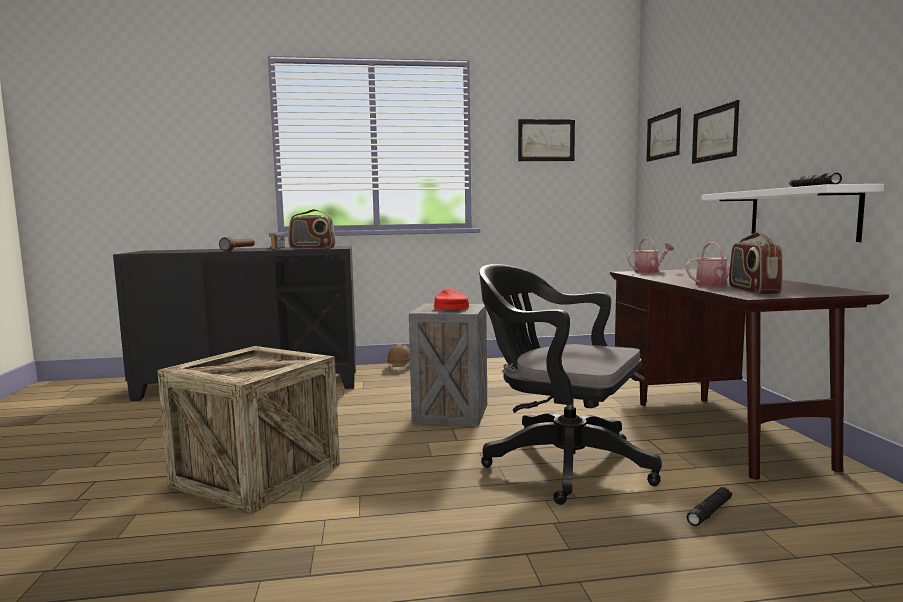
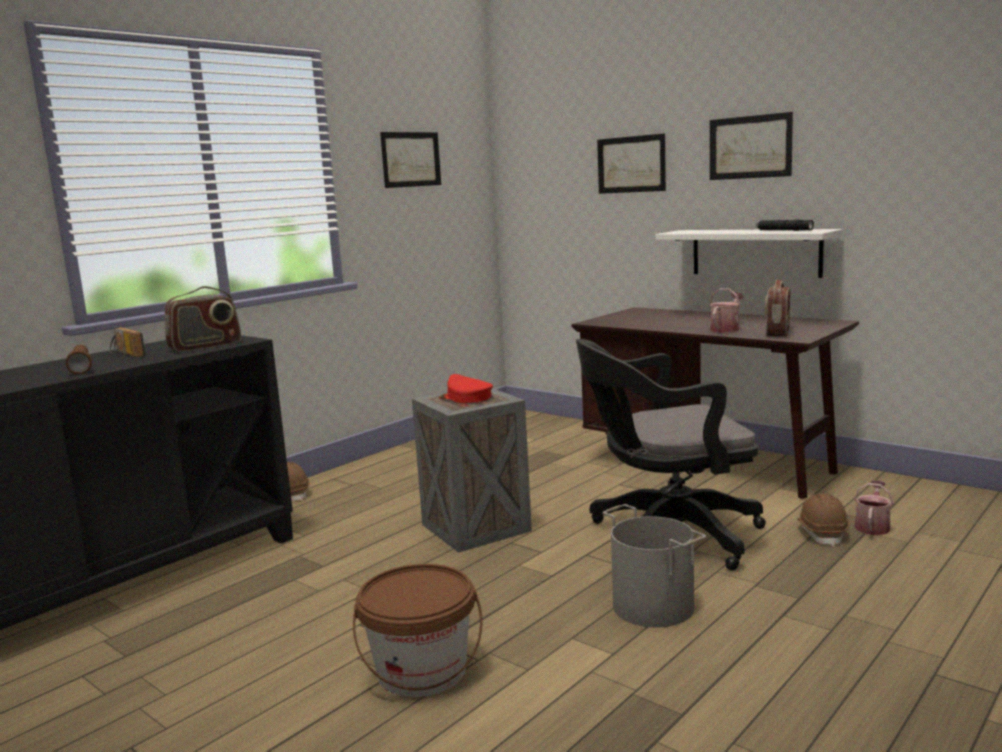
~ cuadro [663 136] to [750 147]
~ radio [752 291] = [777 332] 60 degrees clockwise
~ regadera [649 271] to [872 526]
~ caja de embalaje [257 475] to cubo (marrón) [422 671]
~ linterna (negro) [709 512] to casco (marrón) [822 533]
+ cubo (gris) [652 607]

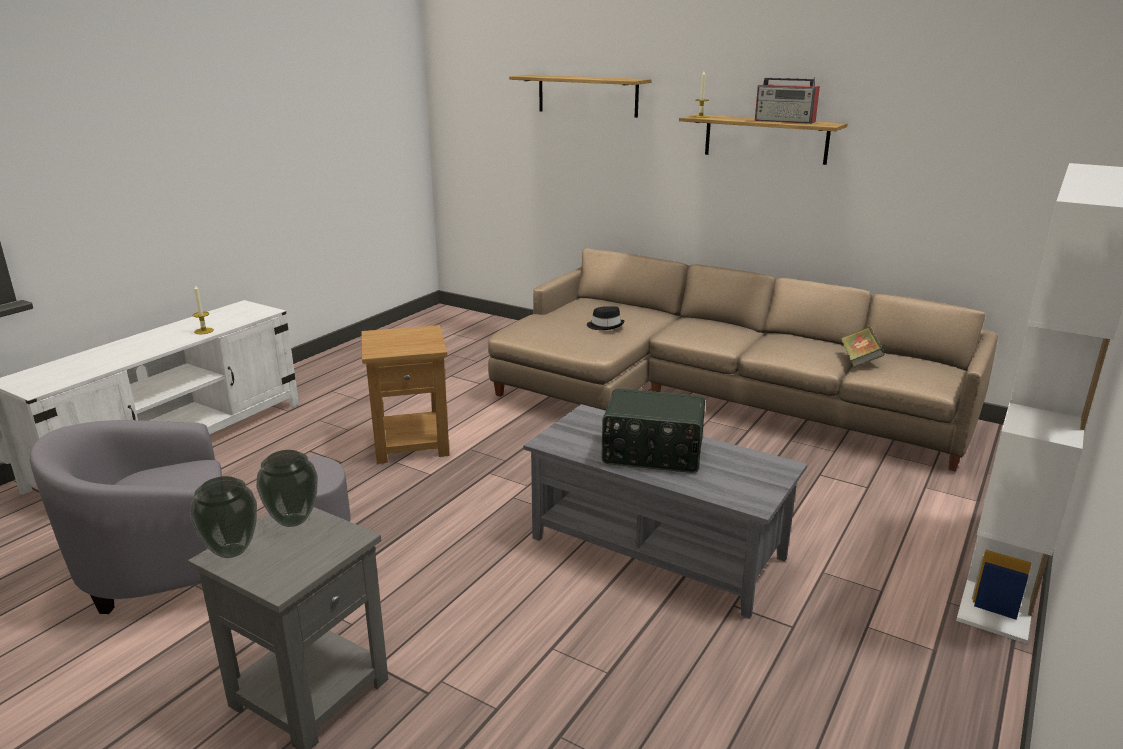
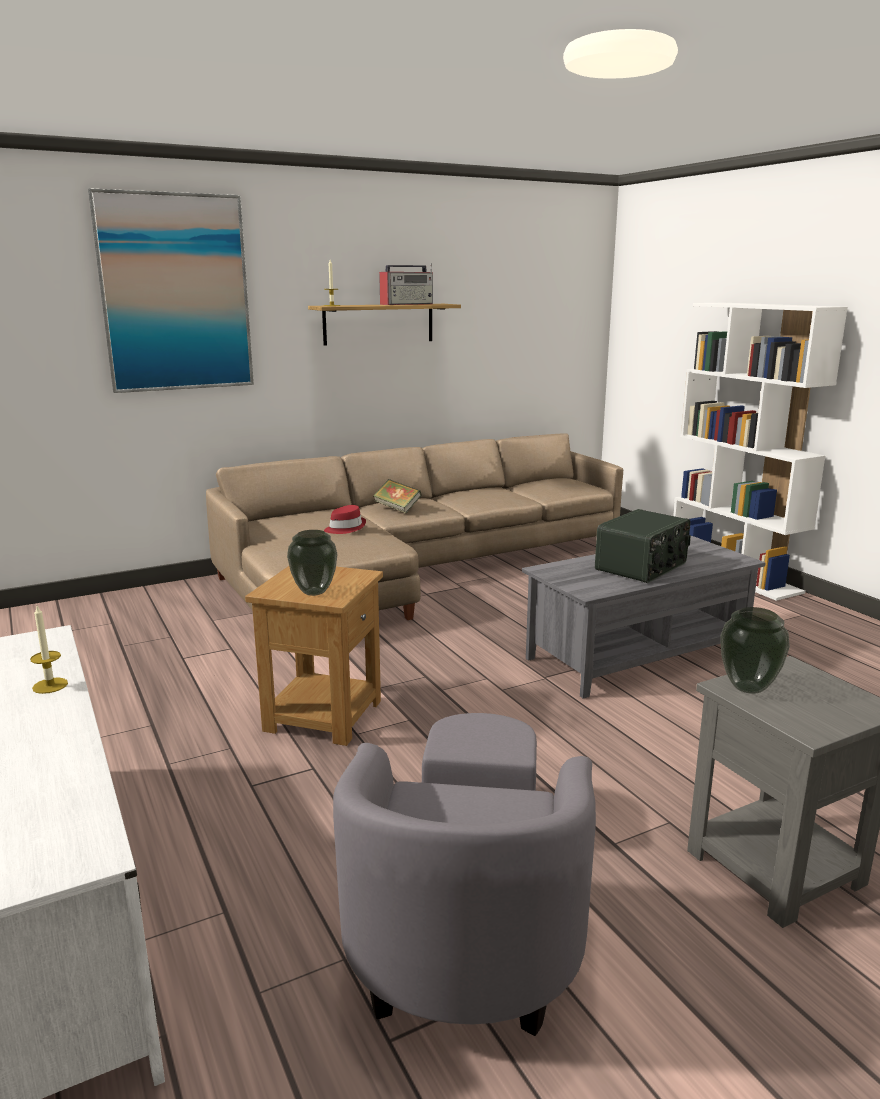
~ estante [587 95] to cuadro [176 293]
~ sombrero (negro) [605 326] to sombrero (rojo) [345 528]
~ libro [859 360] to [397 508]
~ florero [232 550] to [313 592]

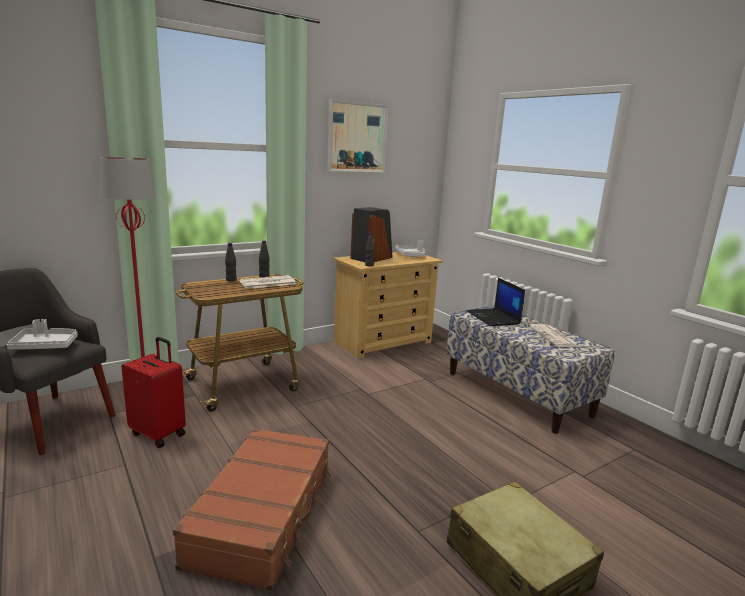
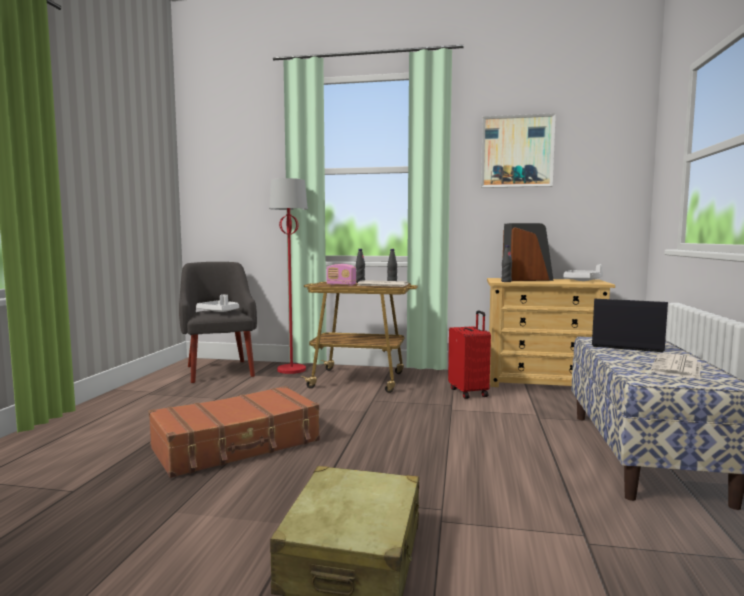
~ portátil [493 318] = [625 345] 90 degrees clockwise
~ maleta (rojo) [159 433] to [469 392]
+ radio [341 285]

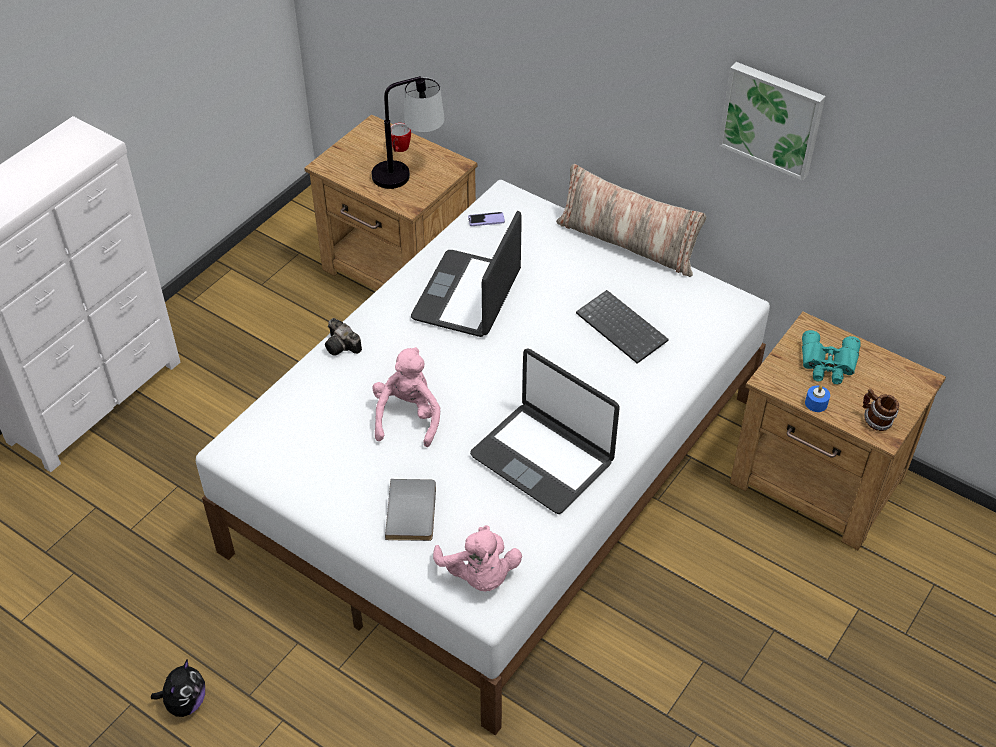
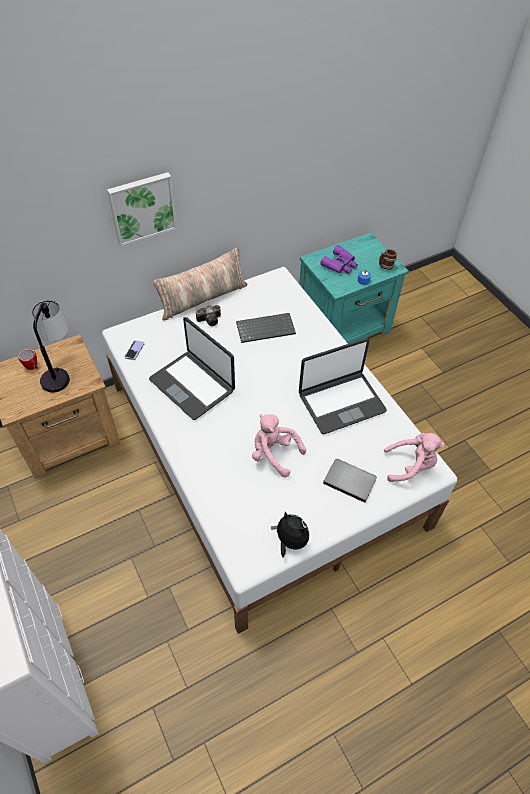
~ cuadro [772 118] to [142 208]
~ mesita de noche (marrón) [819 482] to mesita de noche (turquesa) [344 325]
~ cámara [343 346] to [210 319]
~ prismáticos (turquesa) [828 364] to prismáticos (morado) [340 264]
~ peluche [185 703] to [290 541]

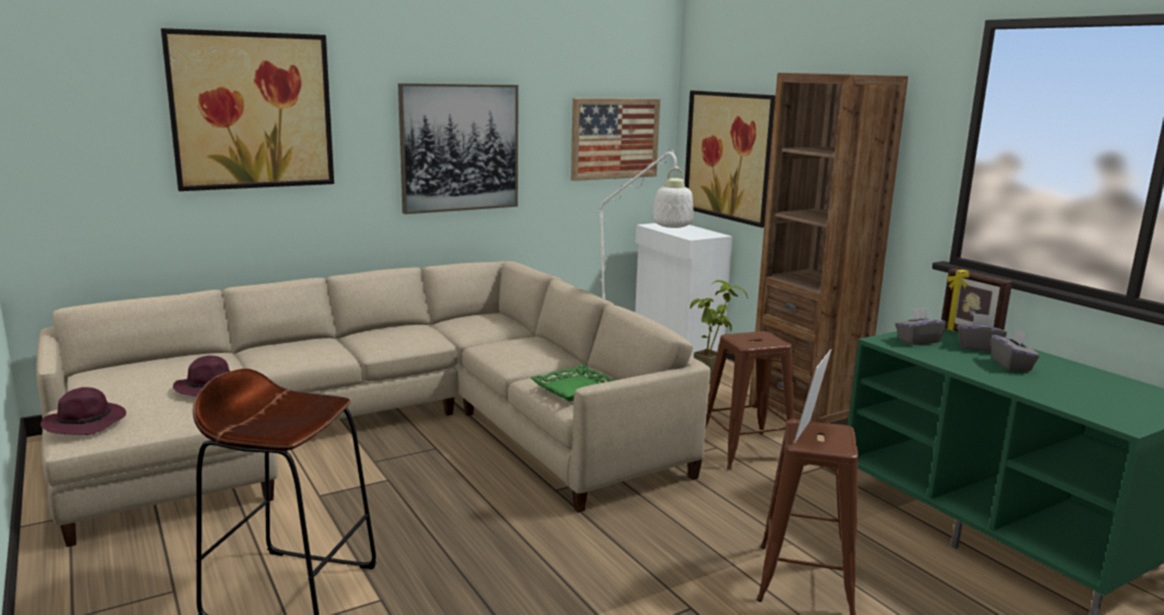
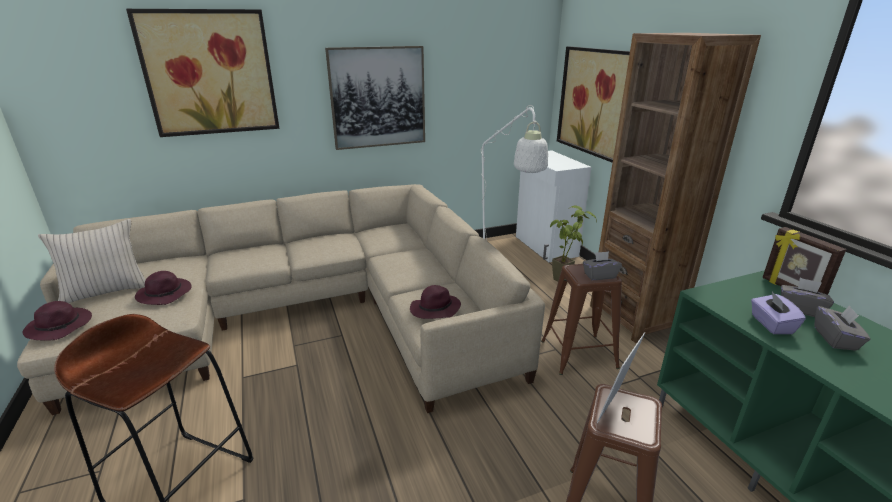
- cuadro [615 138]
~ caja de pañuelos (gris) [917 341] to [599 275]
~ bandeja (verde) [575 388] to sombrero (morado) [434 310]
+ cojín (beis) [106 291]
+ caja de pañuelos (morado) [771 324]

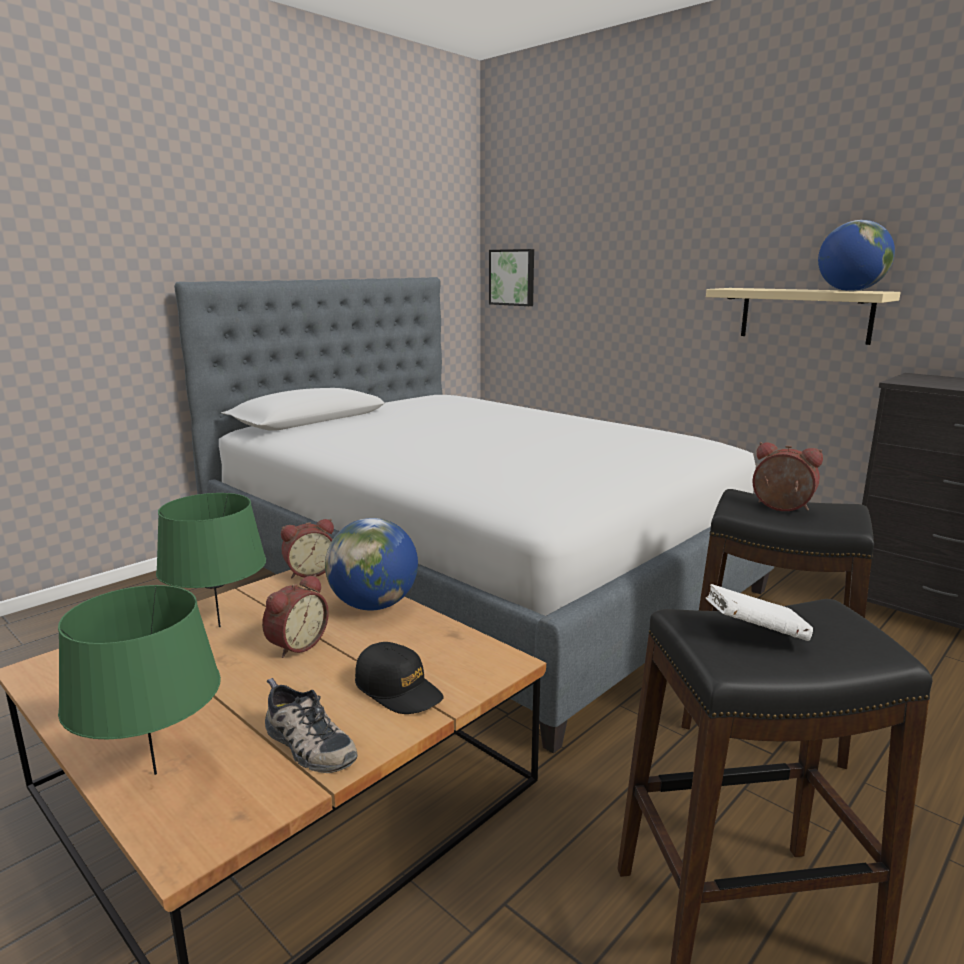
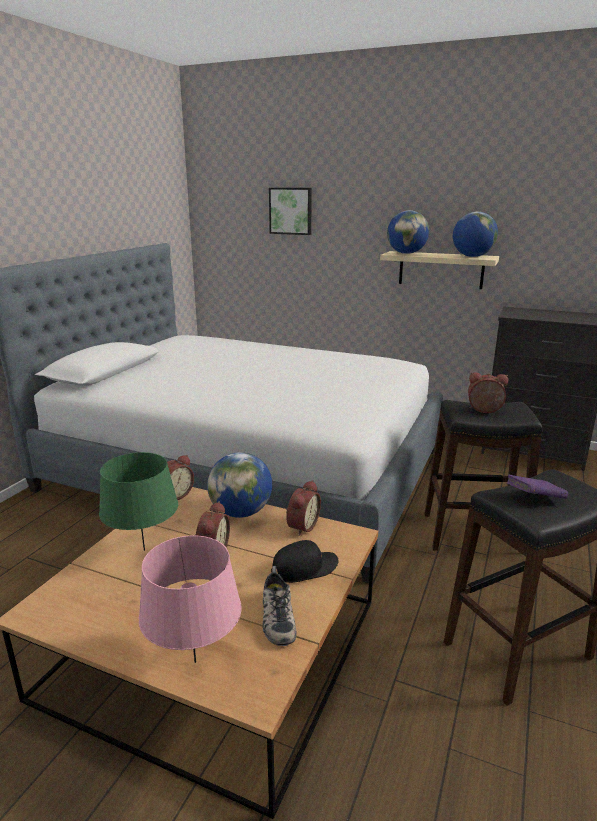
~ cuadro [513 277] to [291 211]
~ libro (blanco) [754 634] to libro (morado) [534 498]
~ lámpara de mesa (verde) [155 774] to lámpara de mesa (rosa) [195 662]
~ gorra (negro) [398 690] = [305 568] 45 degrees counterclockwise
~ zapato [306 744] = [276 617] 60 degrees clockwise
+ globo terráqueo [406 253]
+ despertador [301 526]

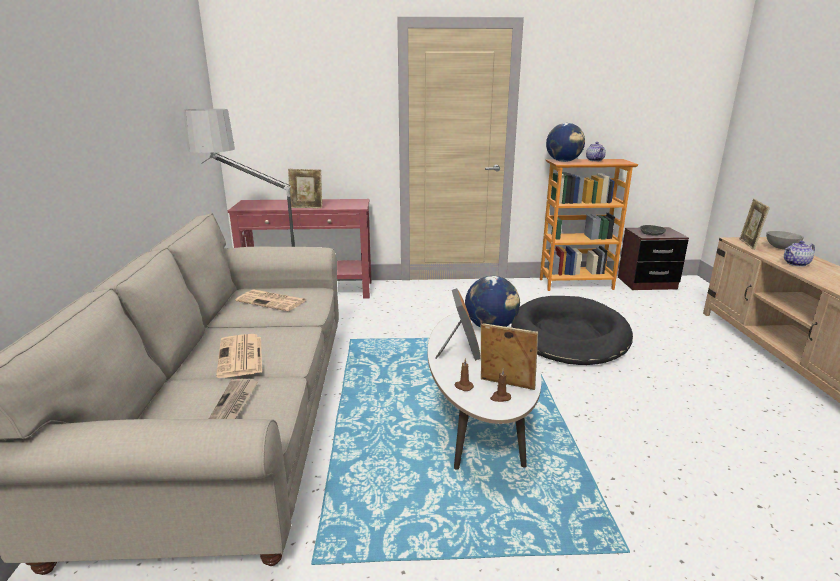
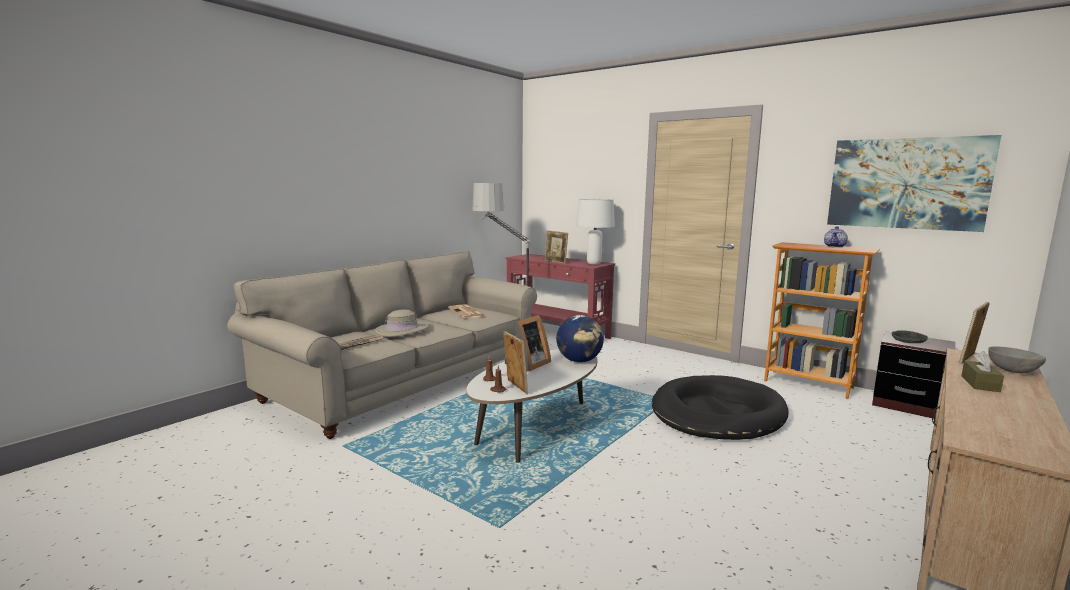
- globo terráqueo [563 161]
~ tetera [796 264] to caja de pañuelos (marrón) [980 384]
~ periódico [241 356] to sombrero (beis) [402 330]
+ cuadro [906 183]
+ lámpara de mesa (blanco) [593 263]

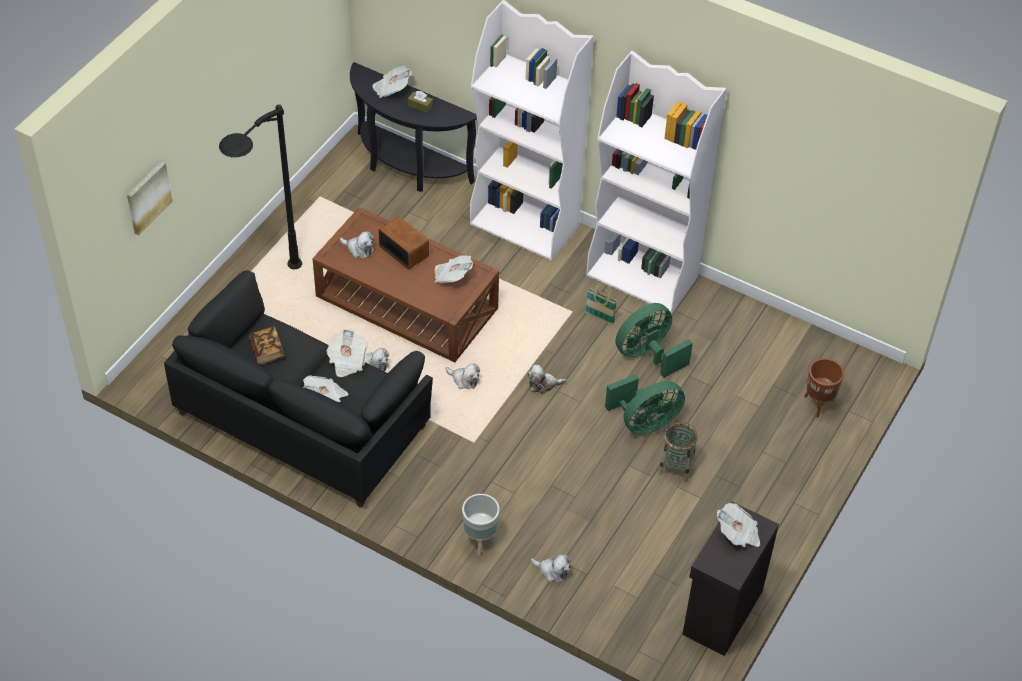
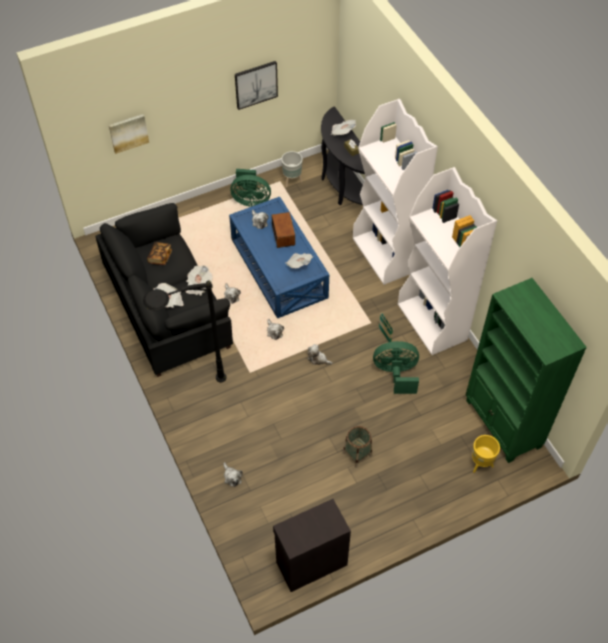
~ lámpara de pie (negro) [267 294] to [189 390]
~ mesa de centro (marrón) [406 303] to mesa de centro (azul) [278 268]
~ maceta (marrón) [819 404] to maceta (amarillo) [481 464]
~ ventilador (verde) [644 422] to [250 200]
~ maceta (gris) [479 540] to [291 181]
- periódico [738 534]
+ cuadro [256 84]
+ estantería (verde) [502 424]

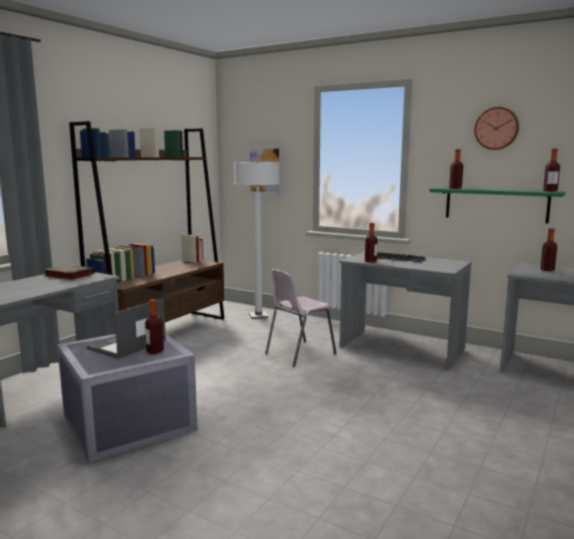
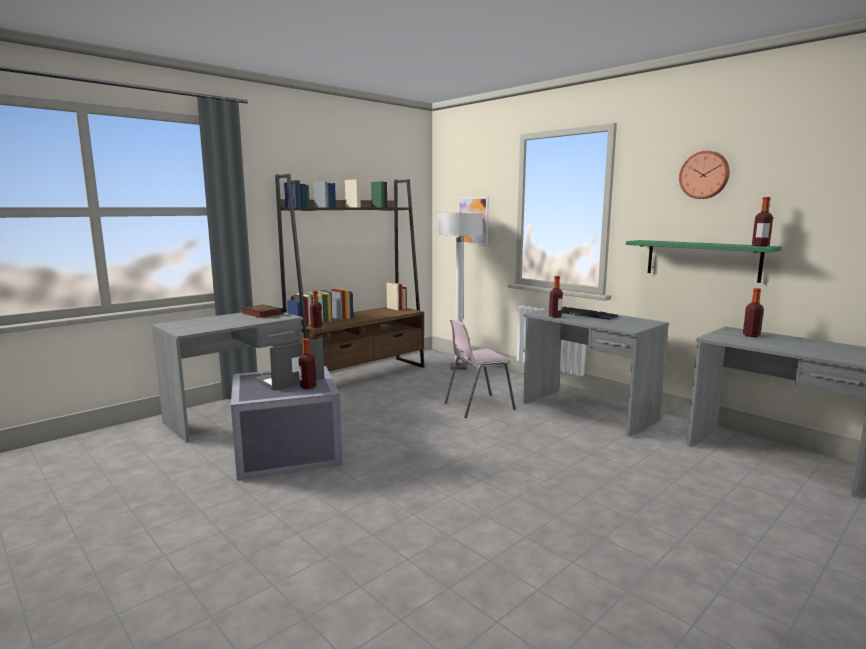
~ botella [455 188] to [316 327]

